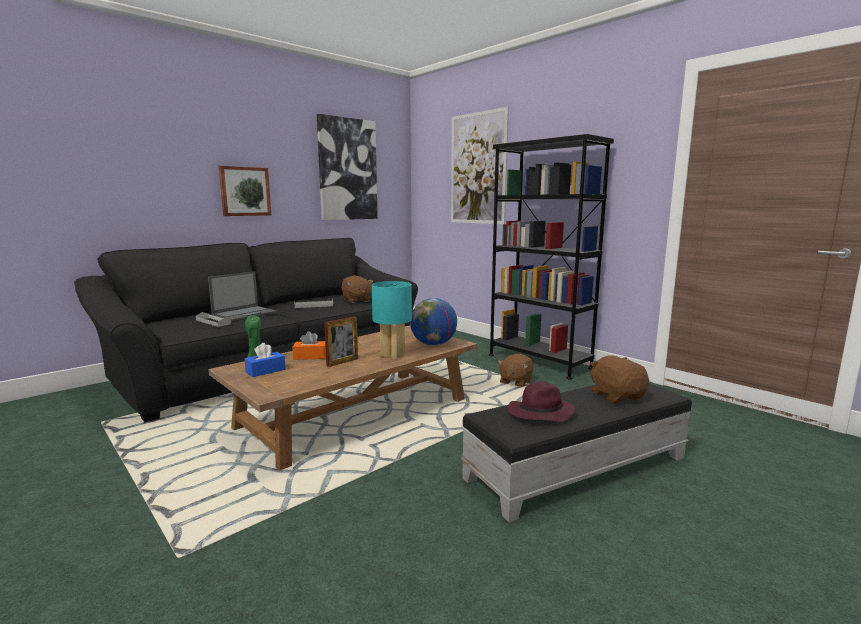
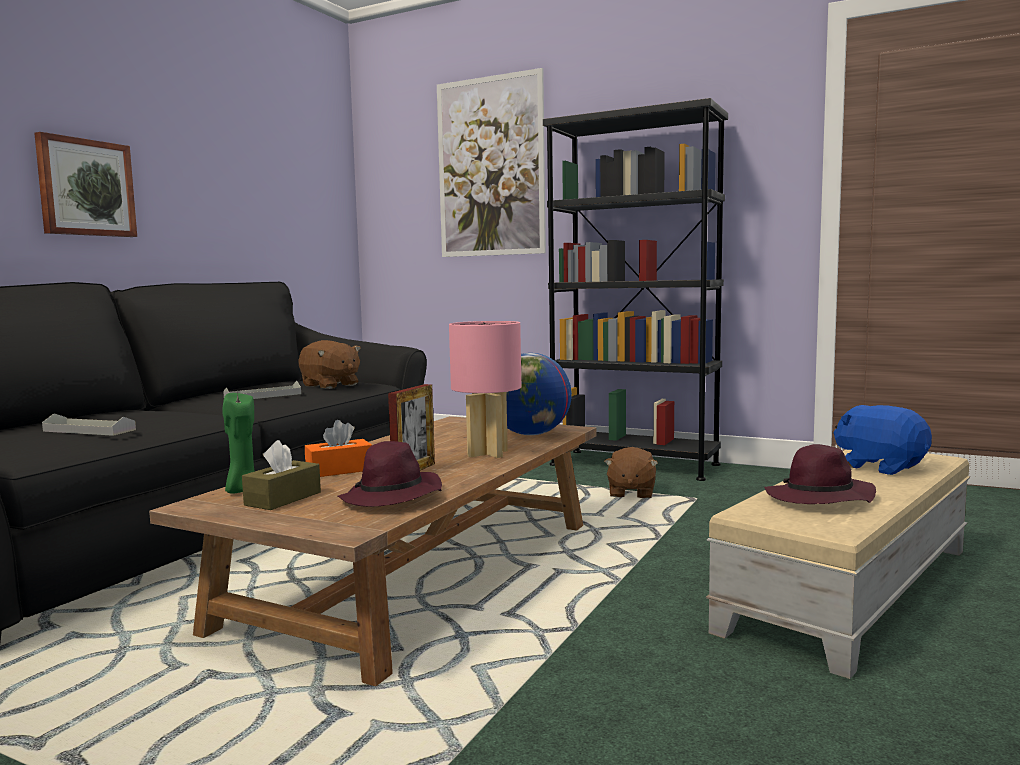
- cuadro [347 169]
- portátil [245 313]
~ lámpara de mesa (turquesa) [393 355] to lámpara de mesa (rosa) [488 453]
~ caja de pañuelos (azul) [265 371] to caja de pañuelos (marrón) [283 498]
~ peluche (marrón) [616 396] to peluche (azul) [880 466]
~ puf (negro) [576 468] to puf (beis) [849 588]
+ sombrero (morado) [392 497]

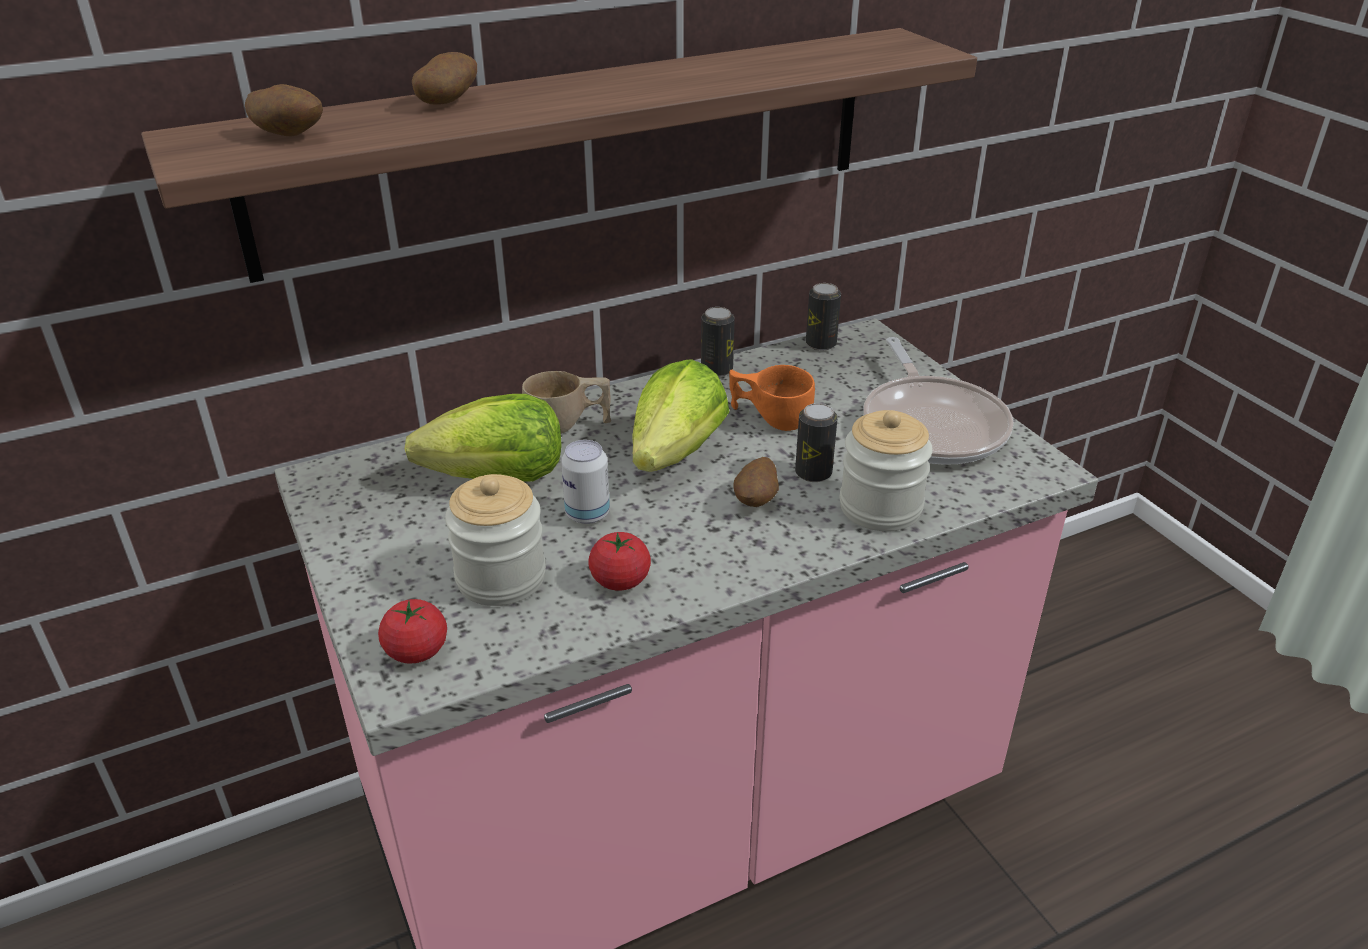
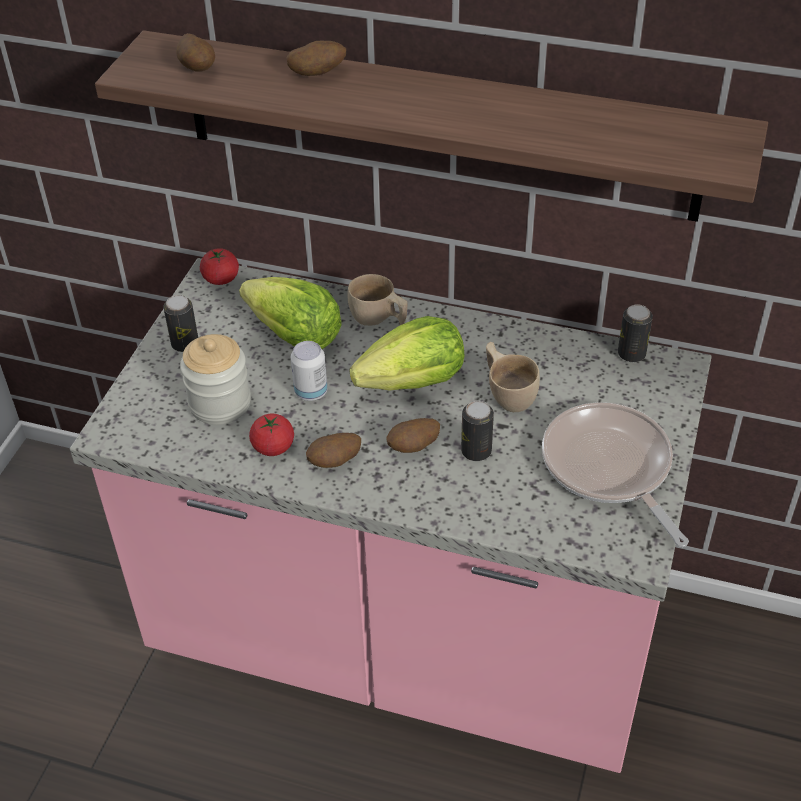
~ lata [716 370] to [185 344]
~ sartén [931 425] = [609 468] 120 degrees clockwise
~ taza (naranja) [770 418] to taza (beis) [508 393]
- tarro [880 507]
~ tomate [416 651] to [221 279]
+ patata [335 462]

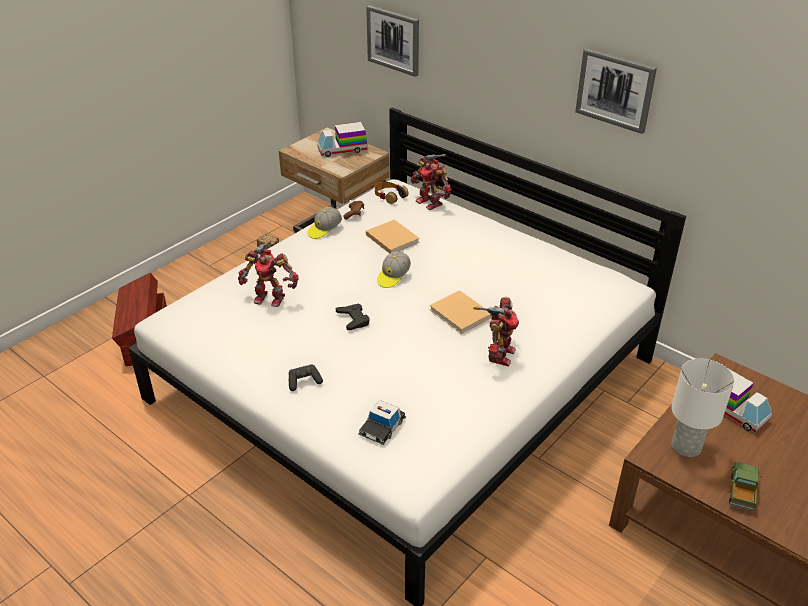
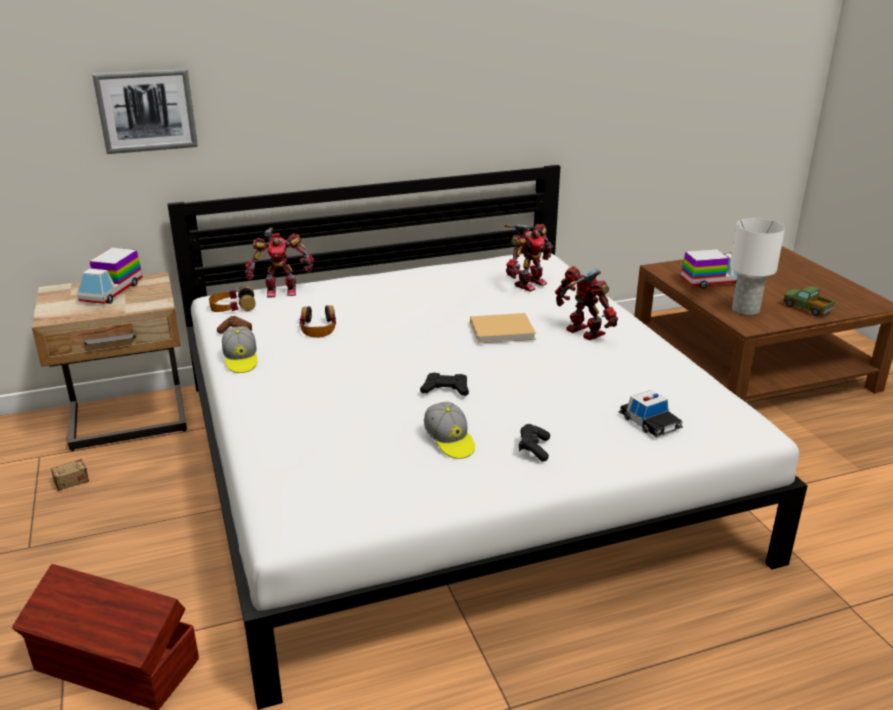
- cuadro [615 90]
~ libro (beis) [391 238] to auriculares [318 327]
~ robot de juguete [270 298] to [528 284]
~ gorra [393 276] to [449 441]

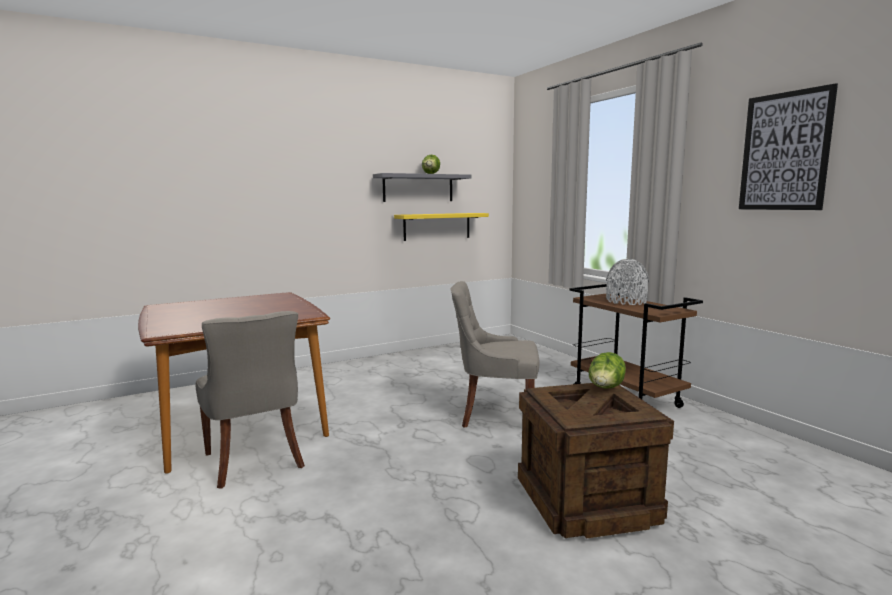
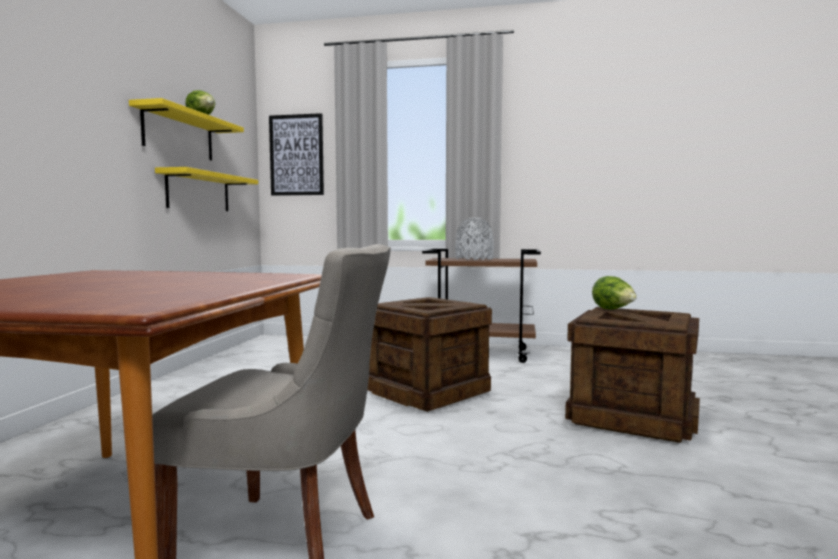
~ cuadro [784 151] to [296 155]
~ estante (gris) [418 188] to estante (amarillo) [179 134]
~ silla (gris) [495 414] to caja de embalaje [426 392]

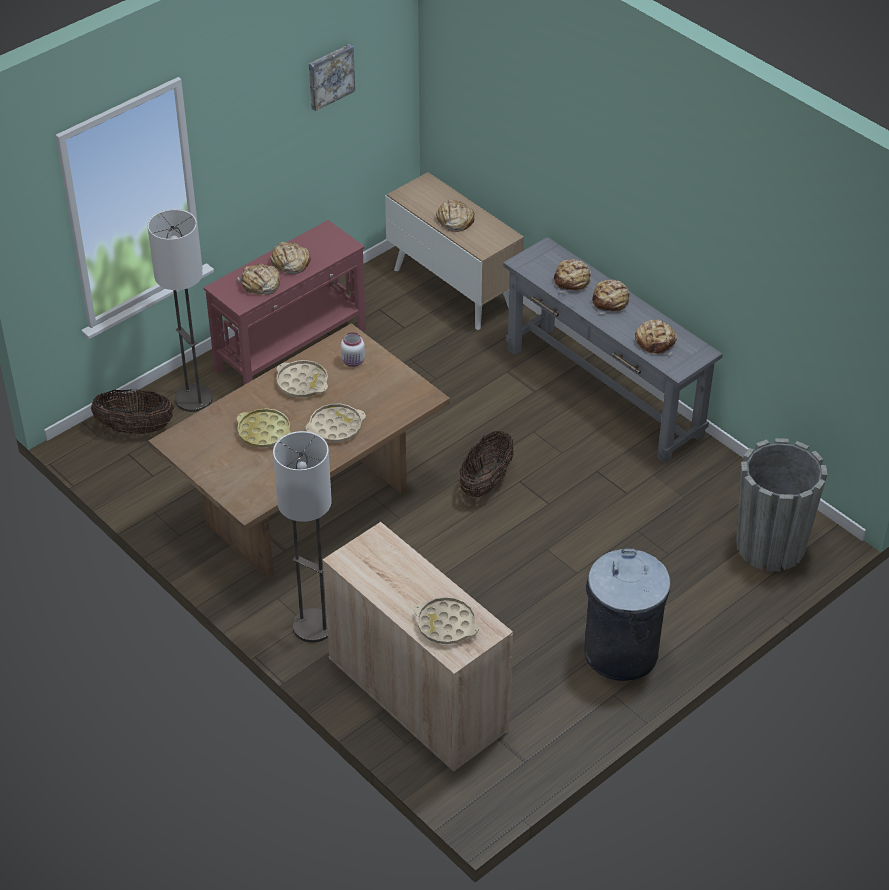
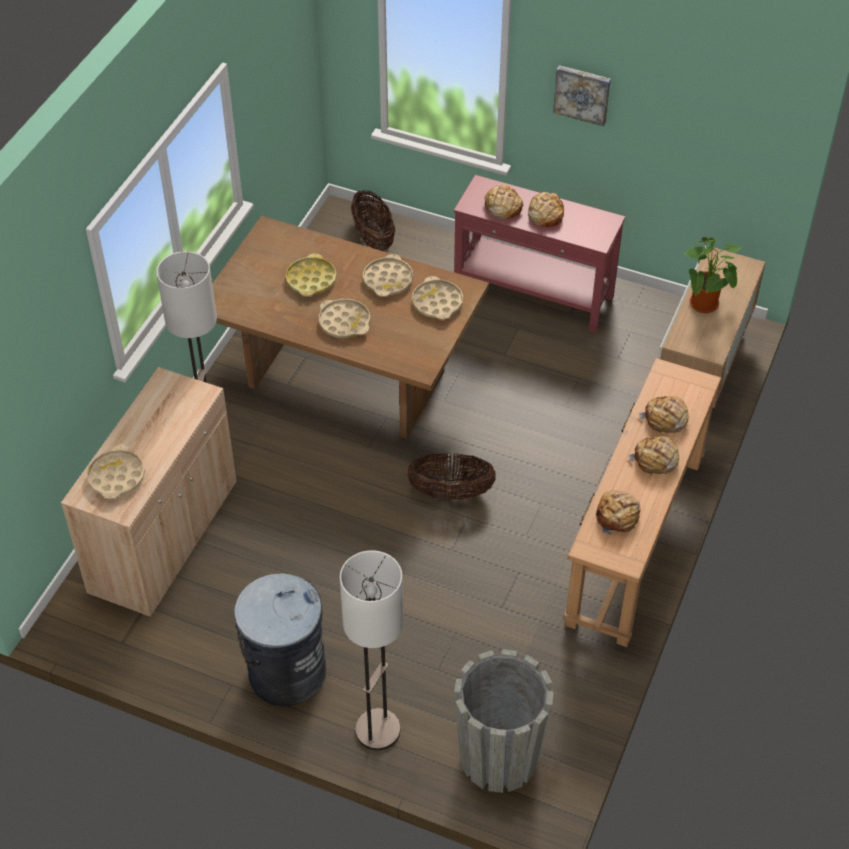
~ cuadro [330 76] to [582 94]
~ pan [454 221] to planta en maceta [705 306]
~ lámpara de pie [194 399] to [378 730]
~ mesa consola (gris) [603 391] to mesa consola (marrón) [634 540]
~ tarro (blanco) [353 361] to bandeja (beis) [437 303]

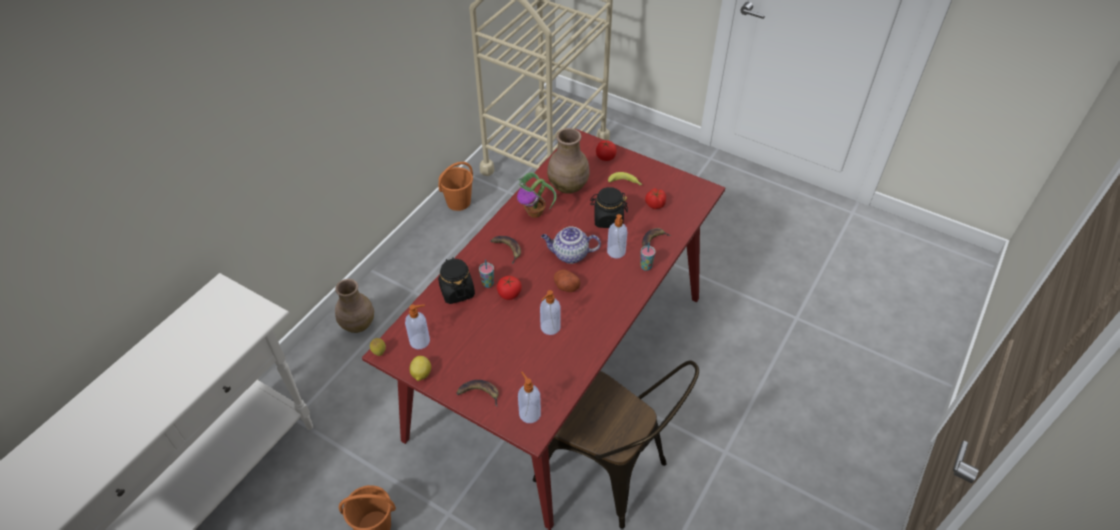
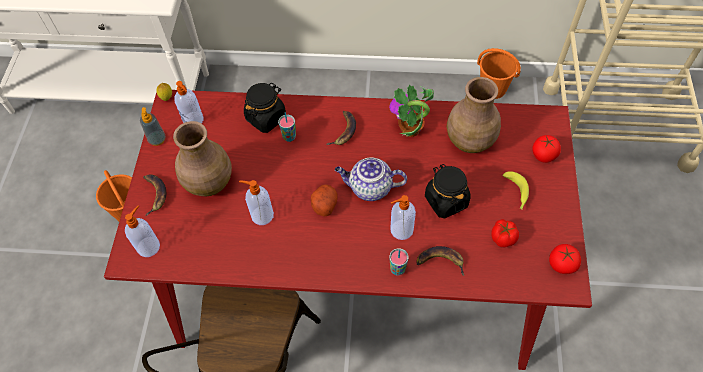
~ tetera [569 255] = [369 188] 60 degrees counterclockwise
~ tomate [509 294] to [561 264]
~ florero (marrón) [357 324] to [209 182]
~ limón [421 374] to dispensador de jabón [157 139]

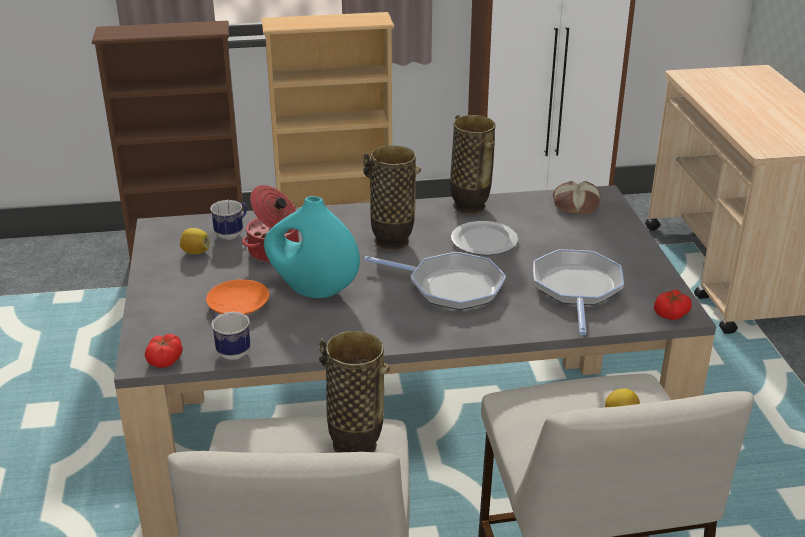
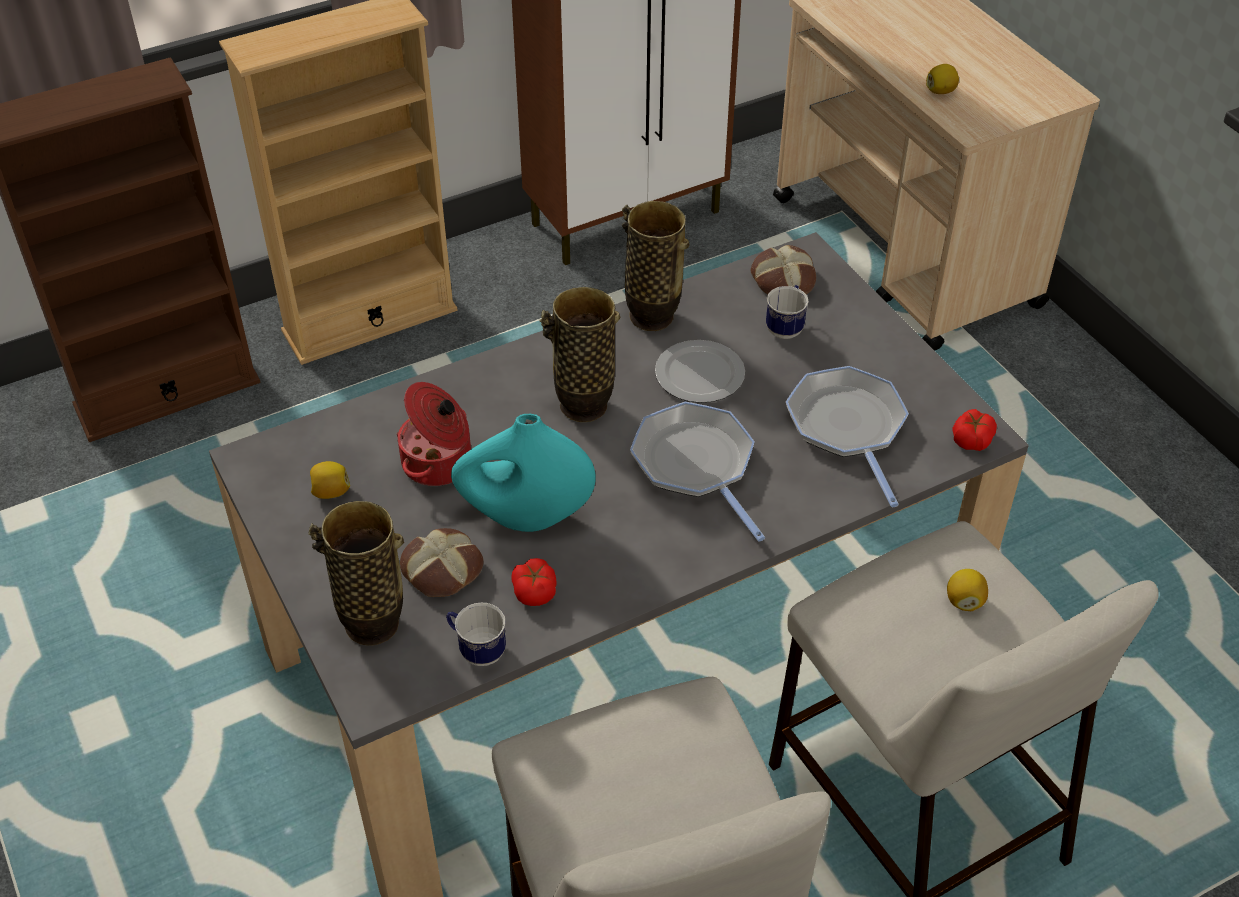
~ taza grande [232 233] to [786 327]
~ sartén [451 287] = [696 465] 120 degrees counterclockwise
~ plato (naranja) [238 305] to pan [443 570]
~ florero [355 446] to [372 624]
~ tomate [165 359] to [535 591]
+ limón [940 91]

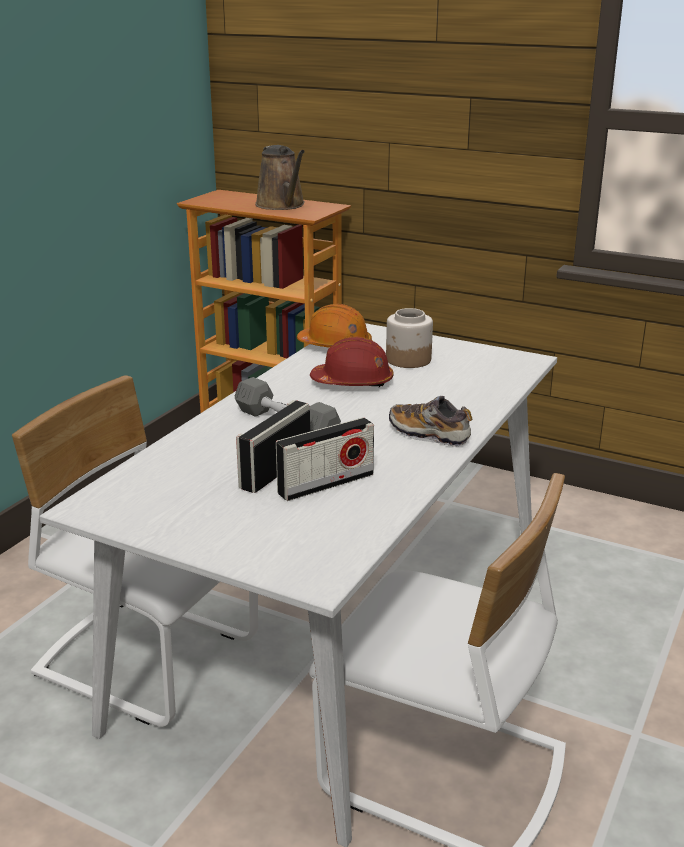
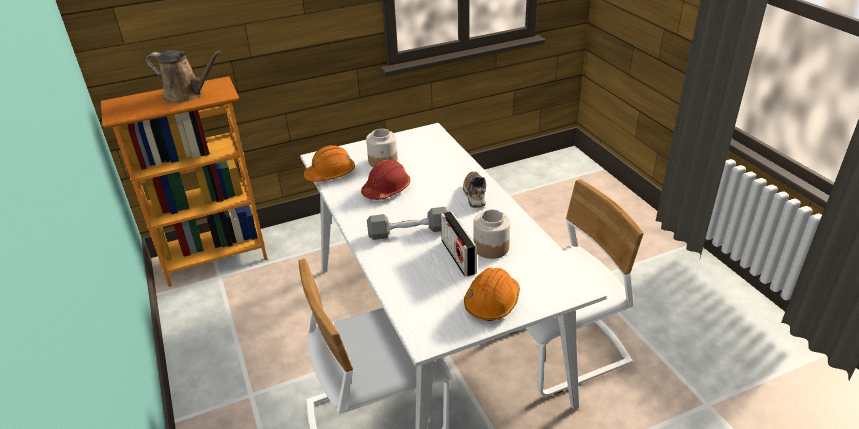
~ zapato [429 434] = [475 195] 105 degrees clockwise
~ radio [326 484] to tarro [490 247]
+ casco (naranja) [492 302]

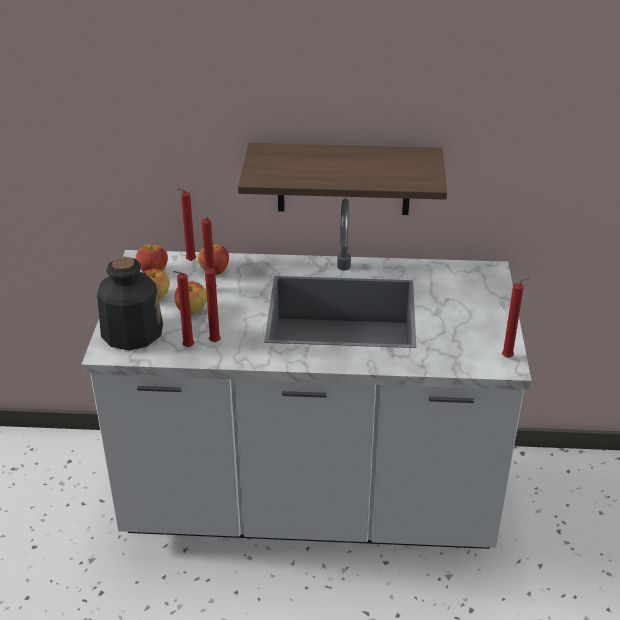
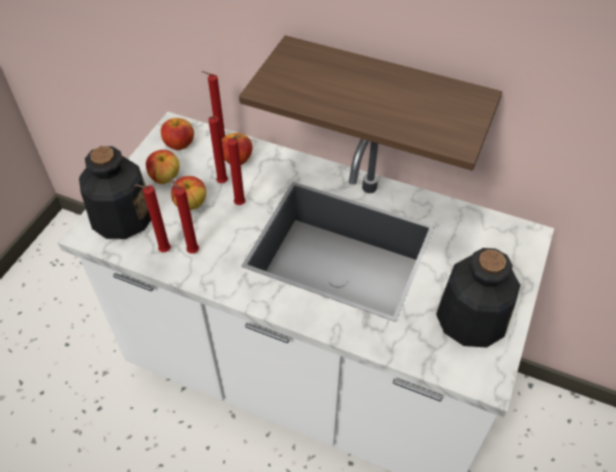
~ vela (rojo) [509 357] to [241 204]
+ botella [470 317]

